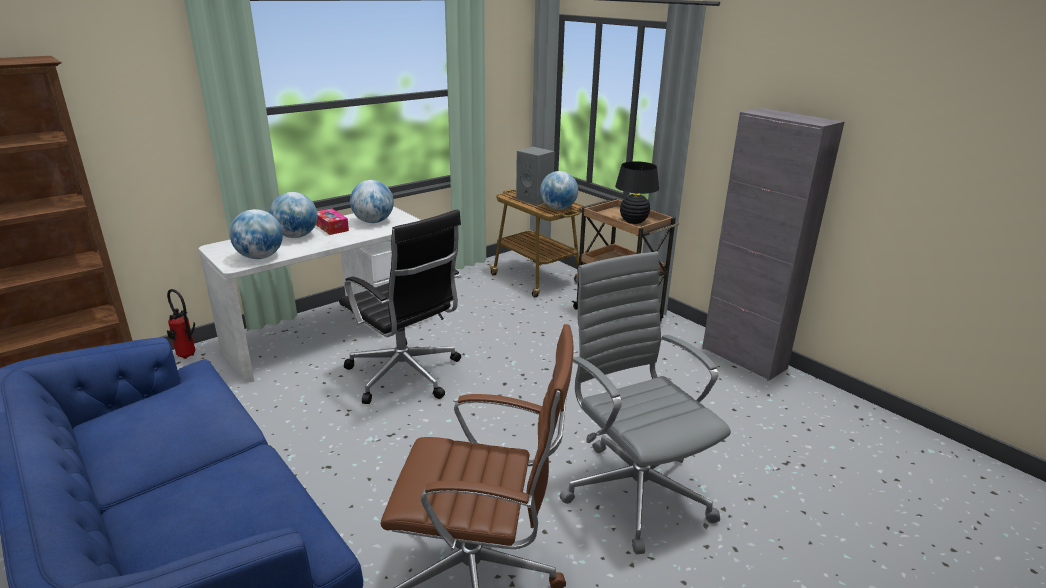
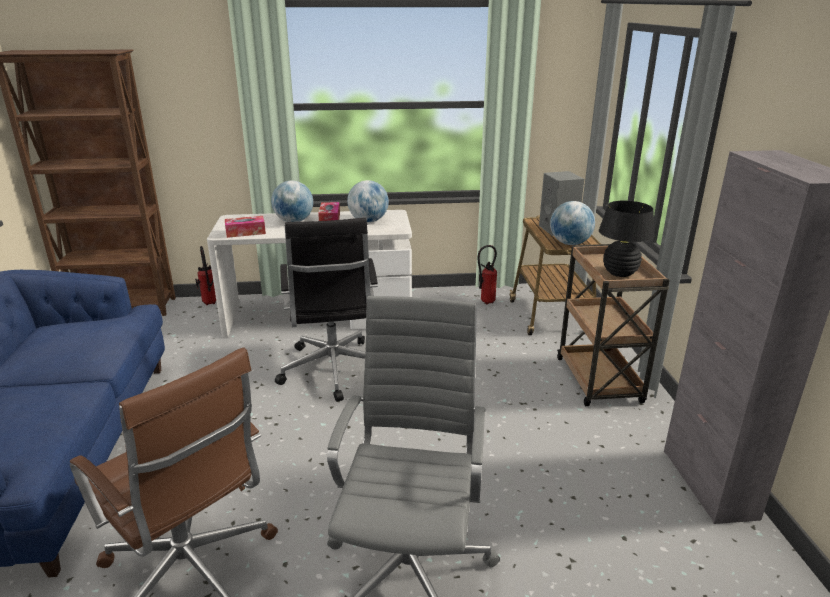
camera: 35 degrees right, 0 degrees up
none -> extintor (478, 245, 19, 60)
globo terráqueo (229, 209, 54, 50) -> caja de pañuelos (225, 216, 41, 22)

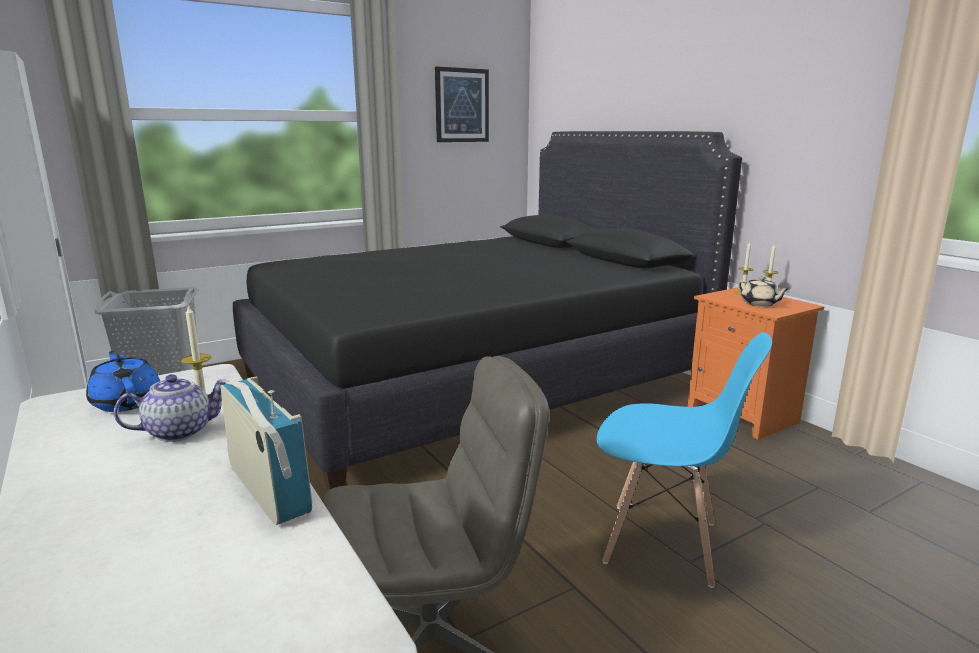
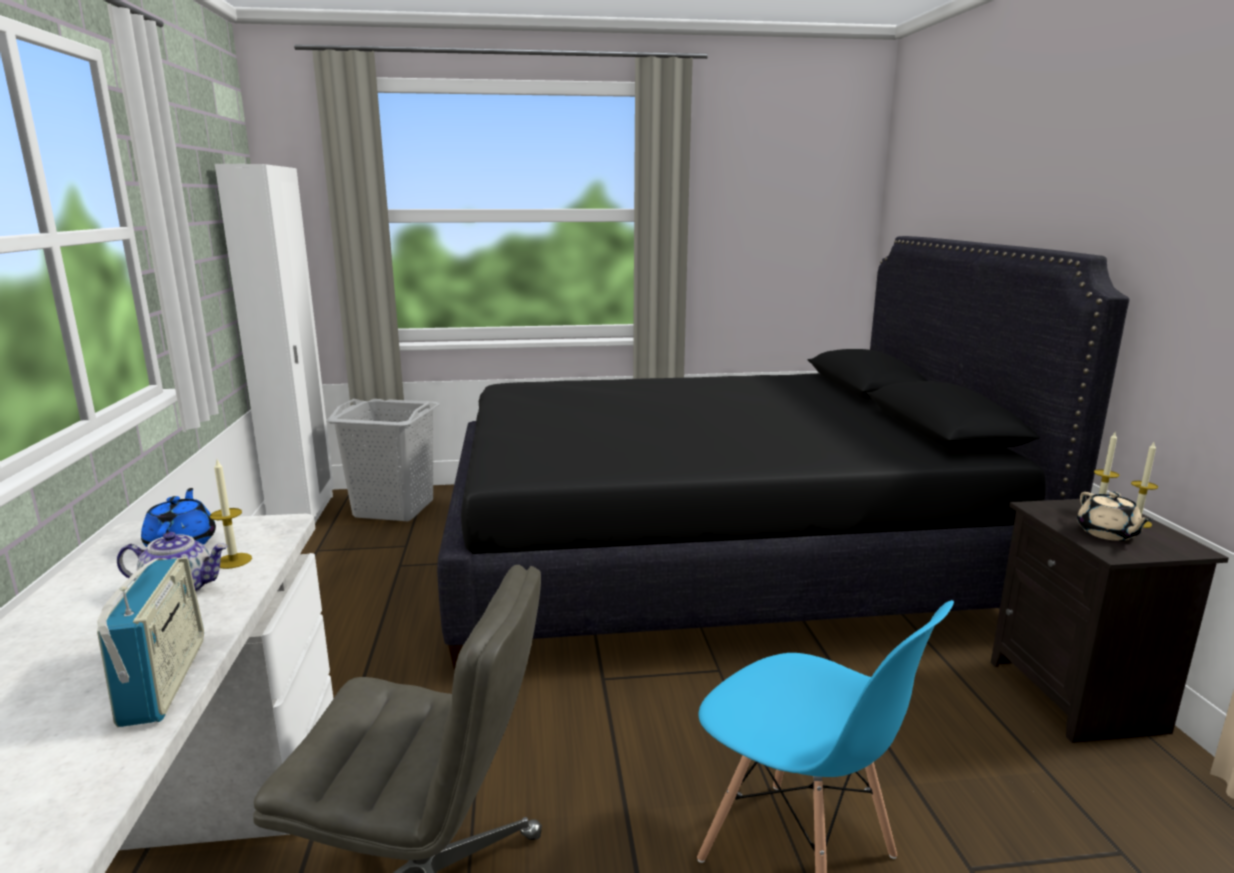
camera: 25 degrees right, 0 degrees up
cuadro (435, 66, 54, 76) -> none
mesita de noche [naranja] (688, 288, 136, 151) -> mesita de noche [negro] (991, 498, 238, 245)

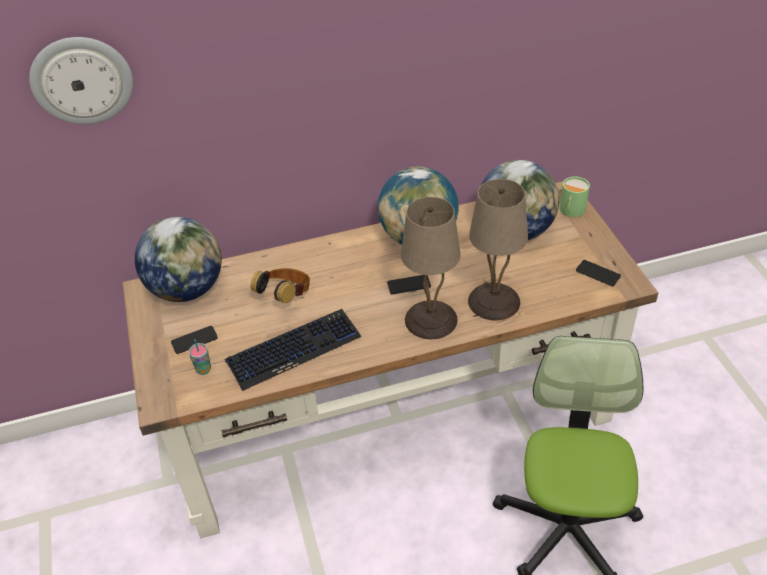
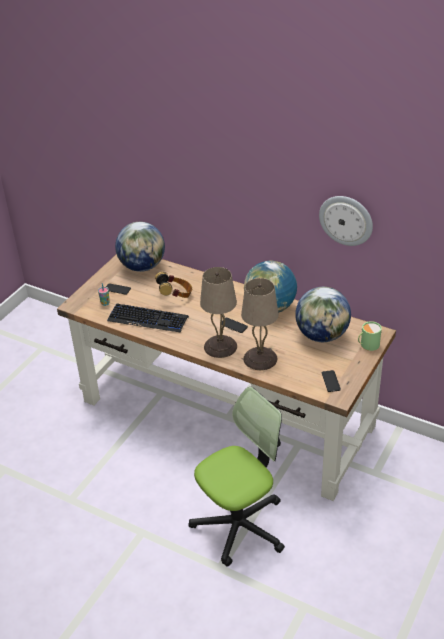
camera: 45 degrees right, 5 degrees down
reloj de pared (29, 37, 104, 87) -> reloj de pared (319, 196, 54, 50), relocated

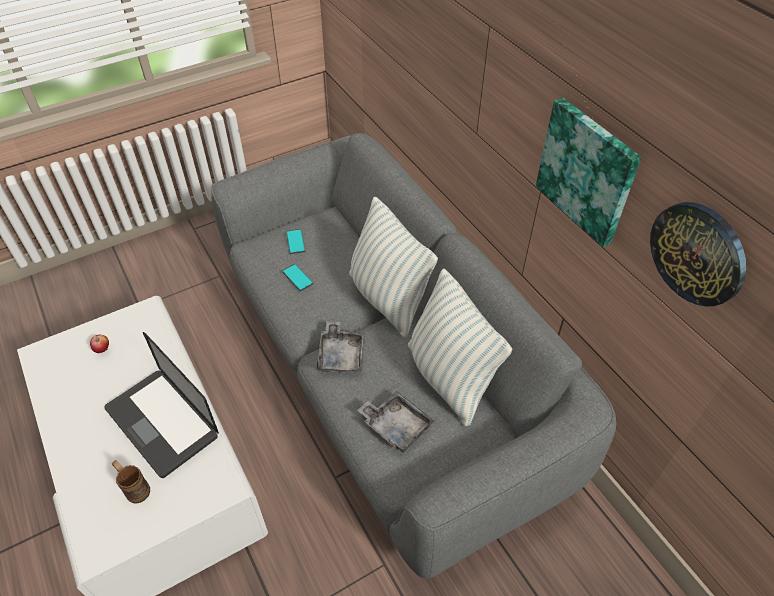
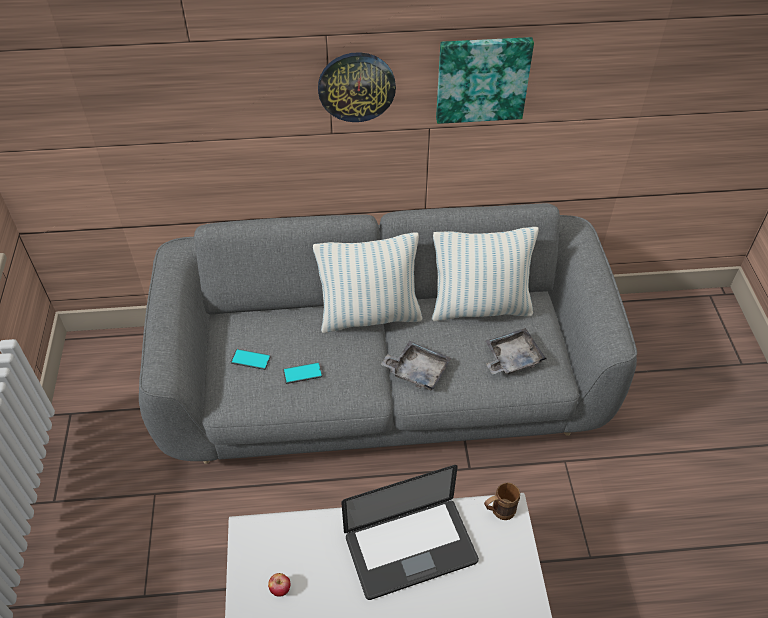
camera: 65 degrees left, 0 degrees up
taza grande [marrón] (112, 460, 38, 44) -> taza grande [marrón] (484, 482, 36, 38), relocated
reloj de pared (650, 202, 97, 104) -> reloj de pared (318, 52, 78, 70), relocated

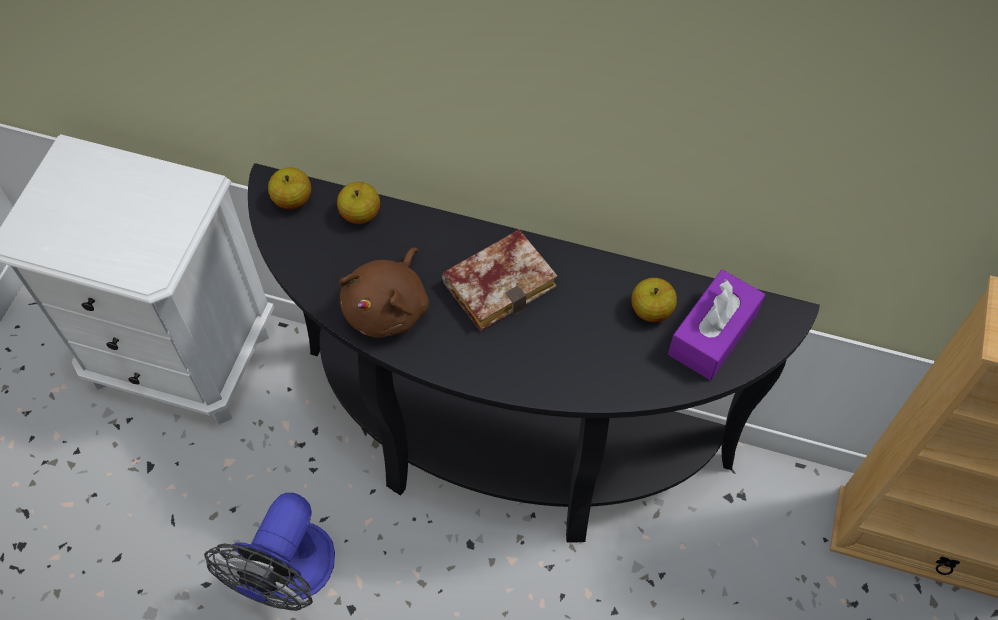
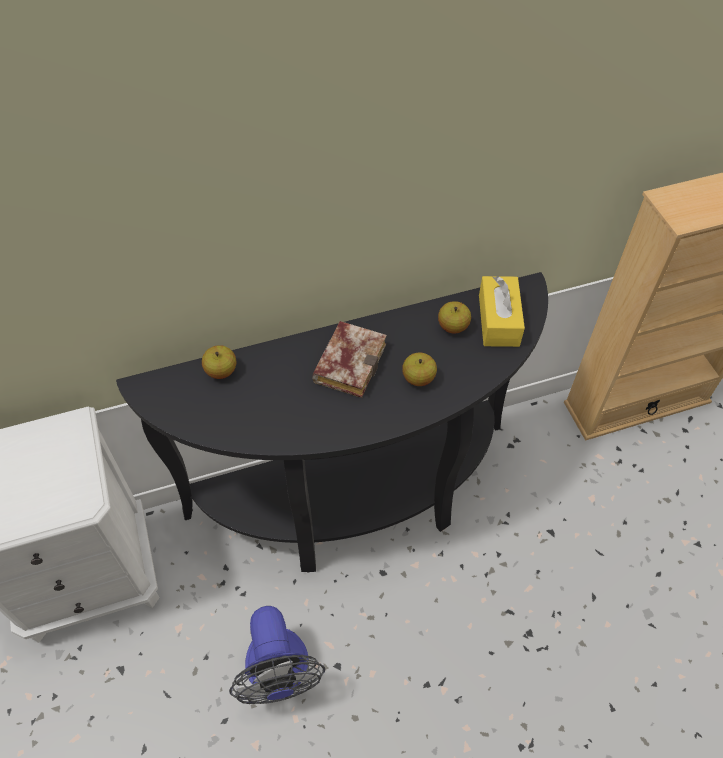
camera: 35 degrees left, 5 degrees down
peluche [marrón] (339, 247, 90, 91) -> none
manzana (268, 167, 43, 42) -> manzana (402, 352, 35, 34), relocated
caja de pañuelos [morado] (668, 270, 97, 110) -> caja de pañuelos [amarillo] (479, 276, 46, 71)

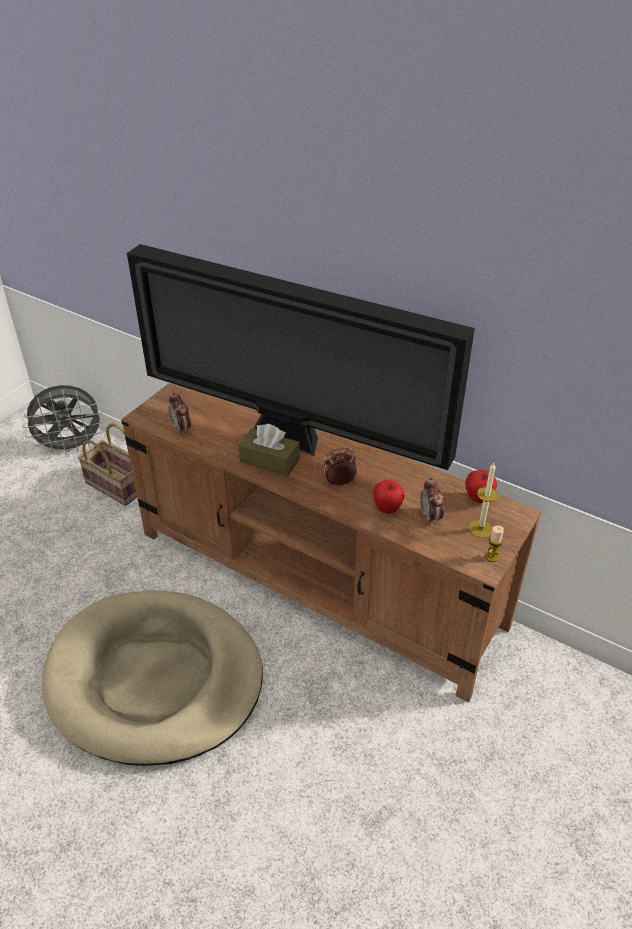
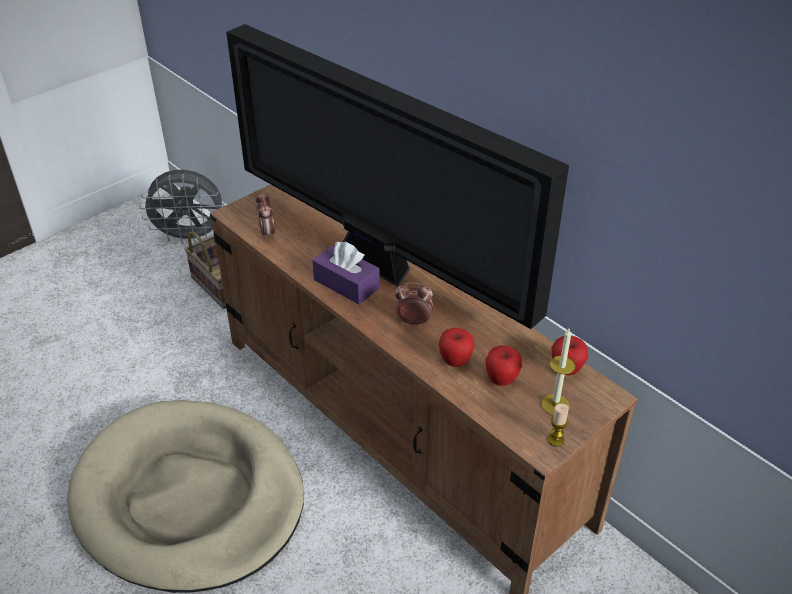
camera: 15 degrees right, 0 degrees up
despertador (420, 477, 24, 48) -> manzana (485, 346, 37, 40)
caja de pañuelos [marrón] (238, 424, 62, 53) -> caja de pañuelos [morado] (312, 242, 68, 63)

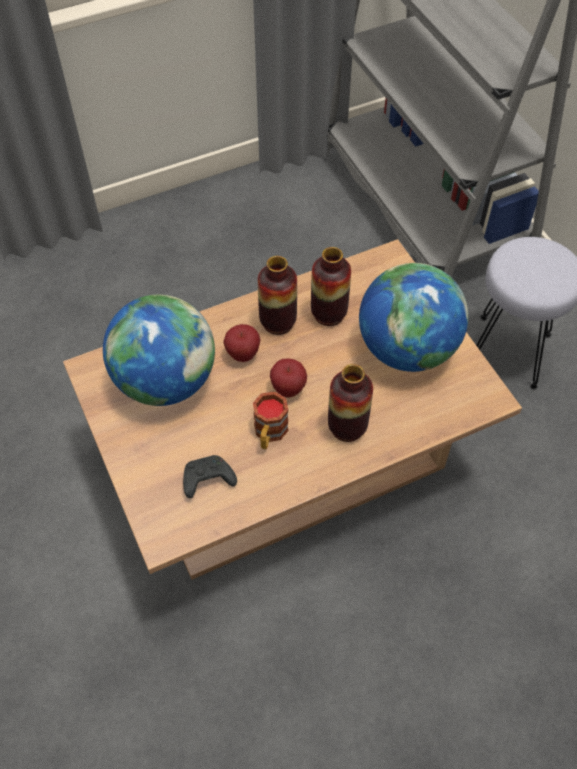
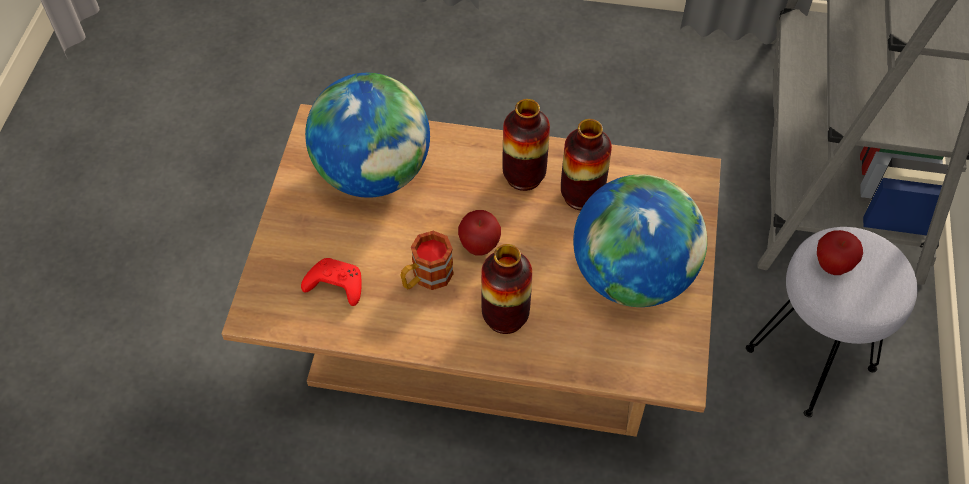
camera: 35 degrees right, 0 degrees up
manzana (223, 324, 37, 38) -> manzana (817, 230, 46, 45), relocated
mando de consola [negro] (183, 455, 54, 43) -> mando de consola [rojo] (301, 258, 61, 48)

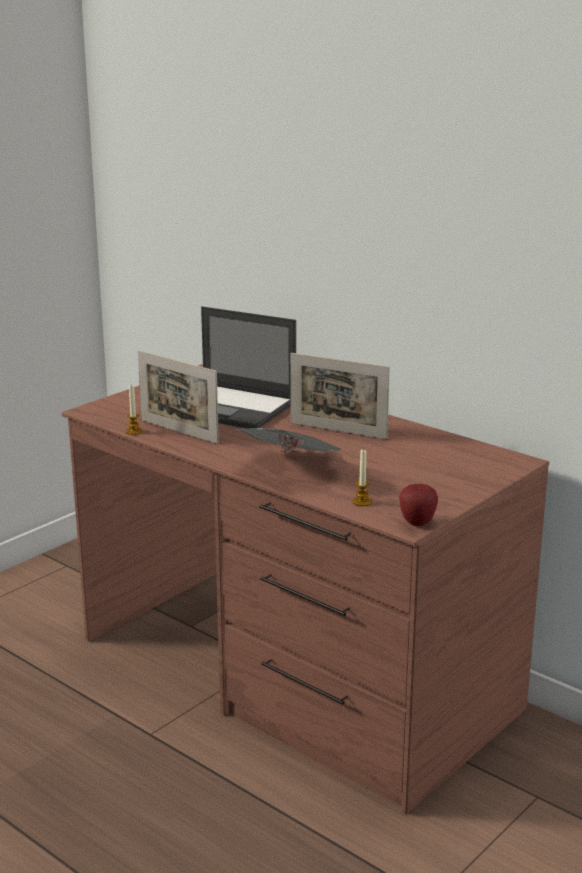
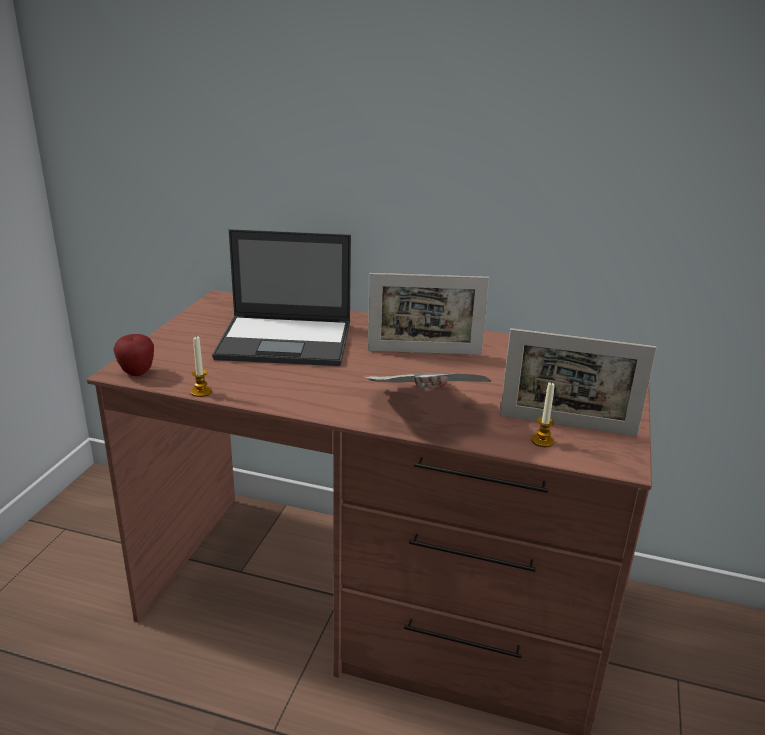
camera: 25 degrees left, 5 degrees up
portarretratos (138, 350, 81, 94) -> portarretratos (500, 328, 157, 108), relocated
manzana (399, 484, 39, 42) -> manzana (113, 334, 41, 42), relocated

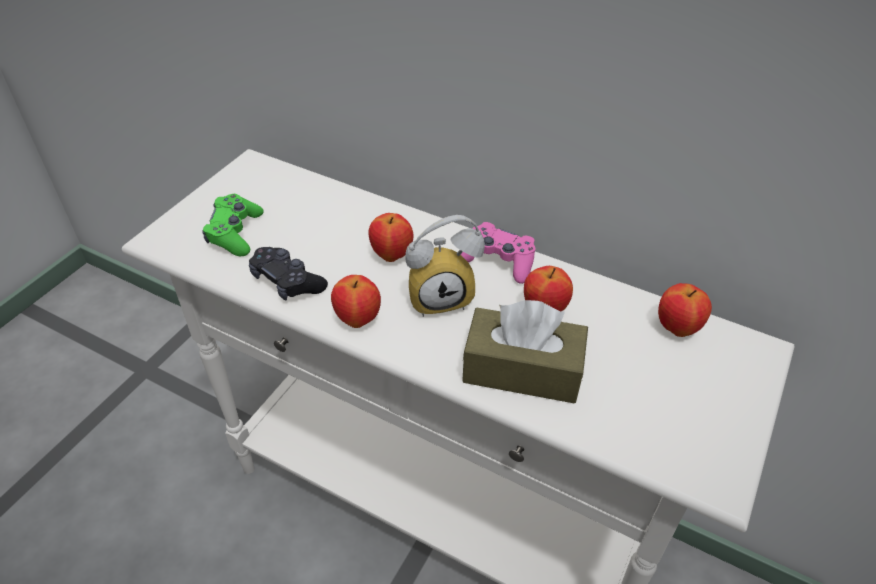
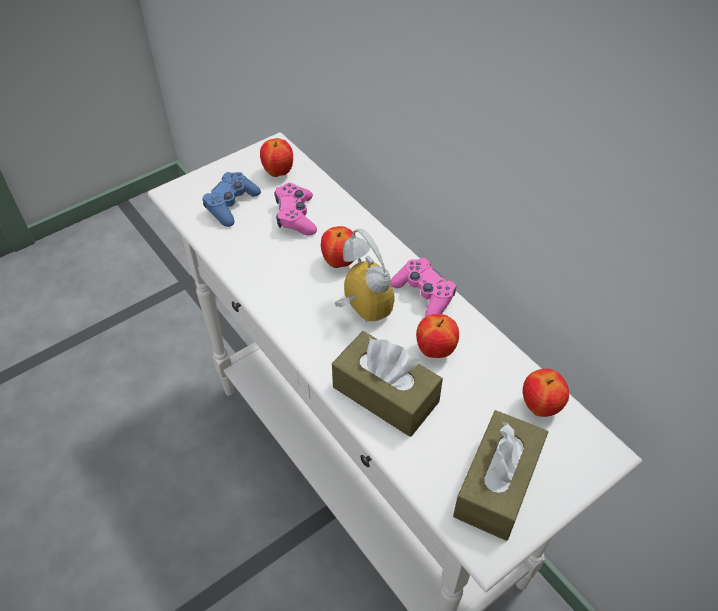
camera: 25 degrees right, 5 degrees up
mando de consola [negro] (249, 247, 79, 54) -> none
none -> mando de consola [rosa] (274, 183, 43, 52)
none -> caja de pañuelos [marrón] (453, 410, 95, 131)
manzana (331, 275, 50, 53) -> manzana (260, 138, 33, 39), relocated
mando de consola [verde] (202, 194, 62, 62) -> mando de consola [azul] (202, 172, 59, 55)
despertador (405, 215, 80, 102) -> despertador (334, 229, 61, 94), 135 degrees counterclockwise

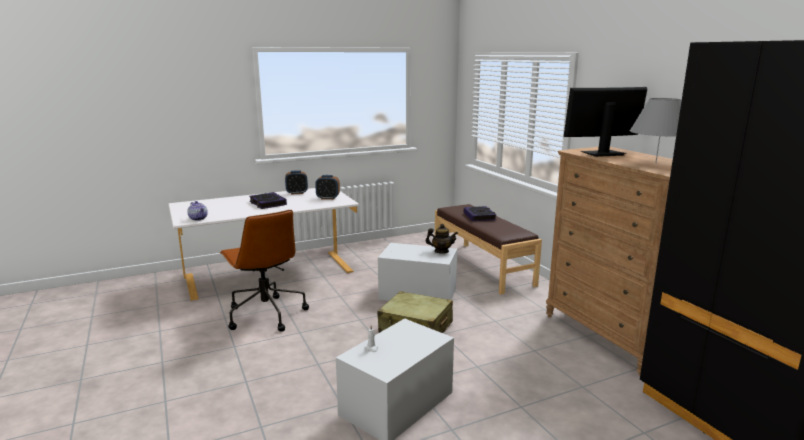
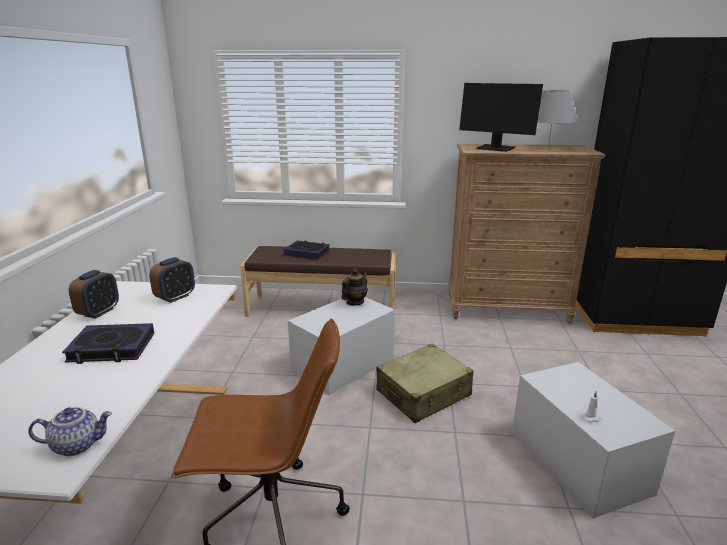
camera: 60 degrees left, 5 degrees up
monitor (564, 87, 83, 70) -> monitor (459, 83, 84, 69), 75 degrees counterclockwise

